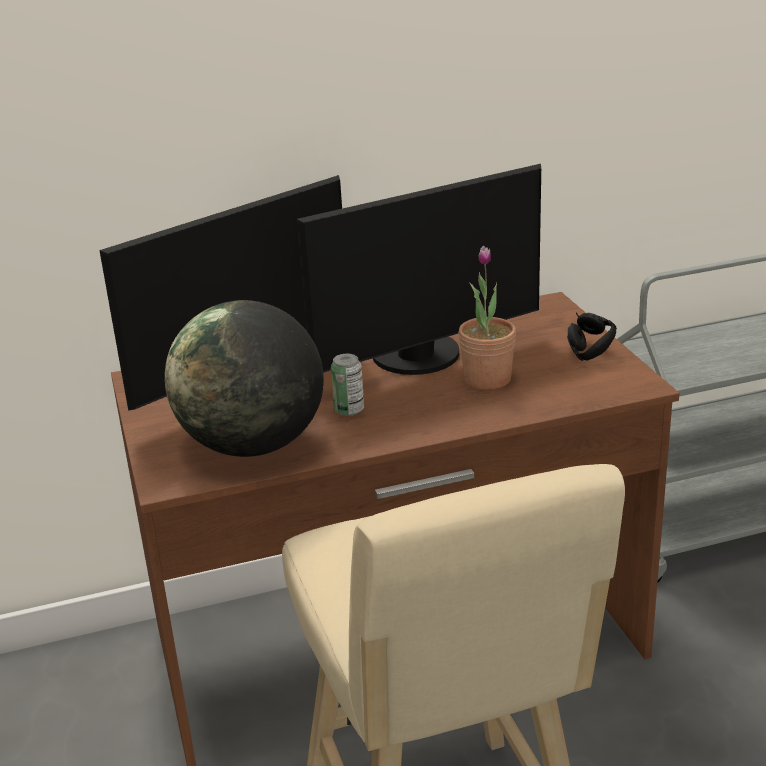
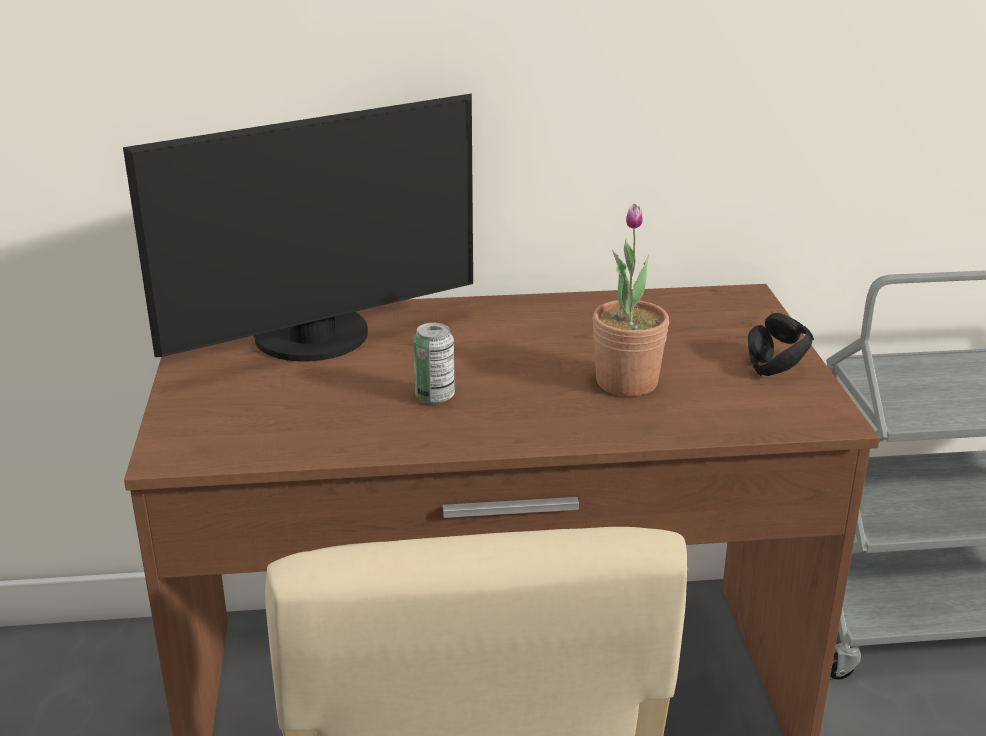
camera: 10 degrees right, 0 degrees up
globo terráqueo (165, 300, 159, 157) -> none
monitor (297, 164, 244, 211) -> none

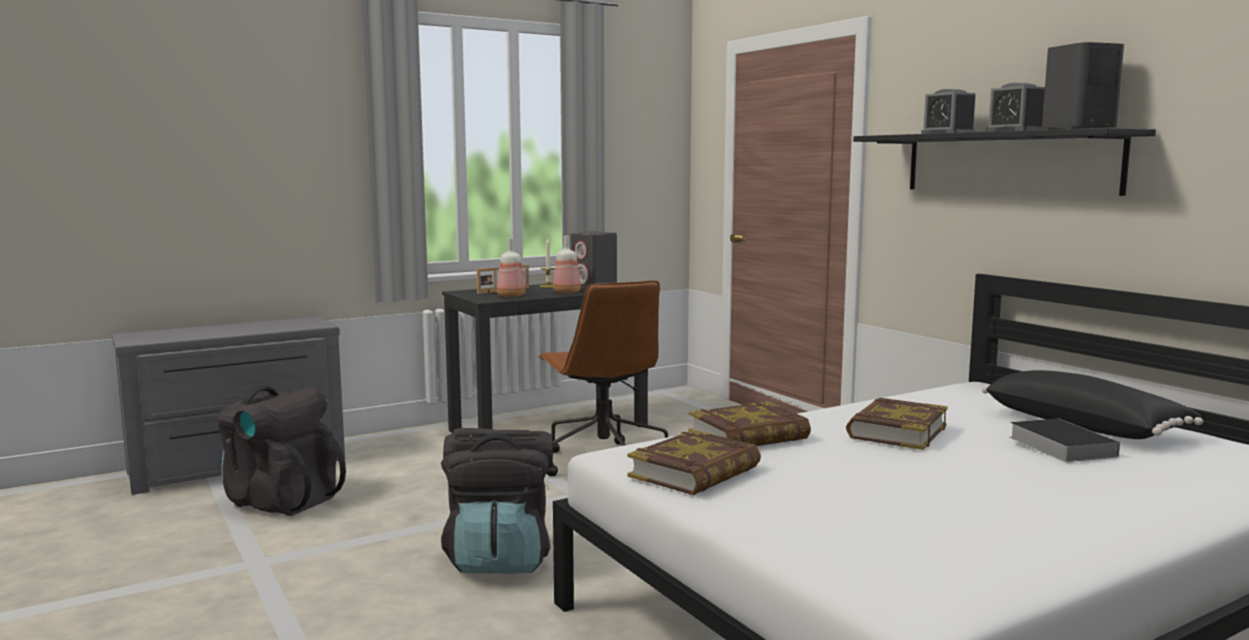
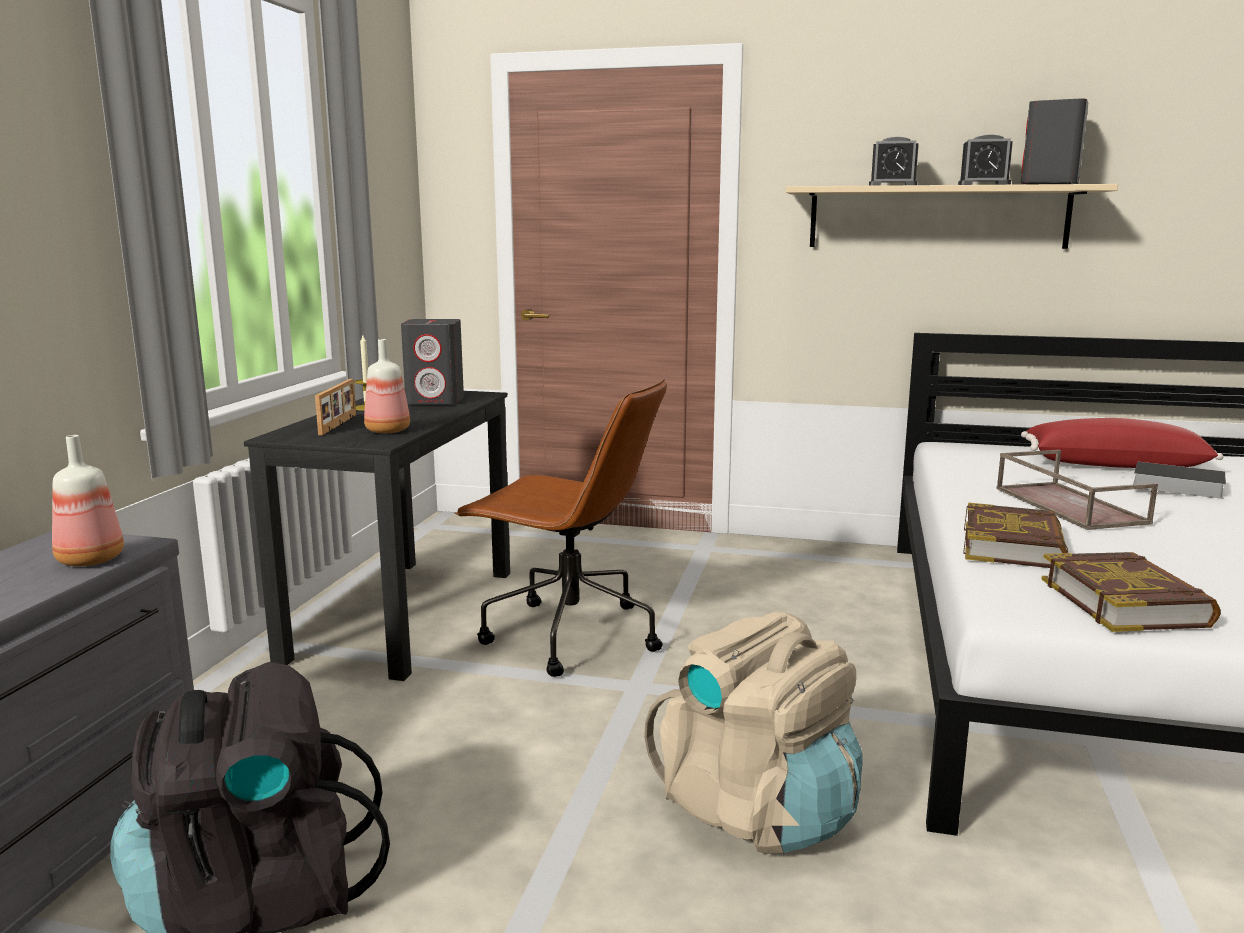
camera: 45 degrees left, 5 degrees up
botella (553, 236, 28, 58) -> botella (52, 435, 72, 131), relocated
libro (846, 398, 102, 52) -> bandeja [marrón] (996, 450, 162, 80)
mochila [negro] (441, 428, 112, 146) -> mochila [beis] (644, 612, 219, 242)
estante [negro] (853, 128, 303, 68) -> estante [beis] (786, 184, 332, 65)
cojín [negro] (982, 370, 221, 69) -> cojín [rojo] (1021, 418, 203, 50)

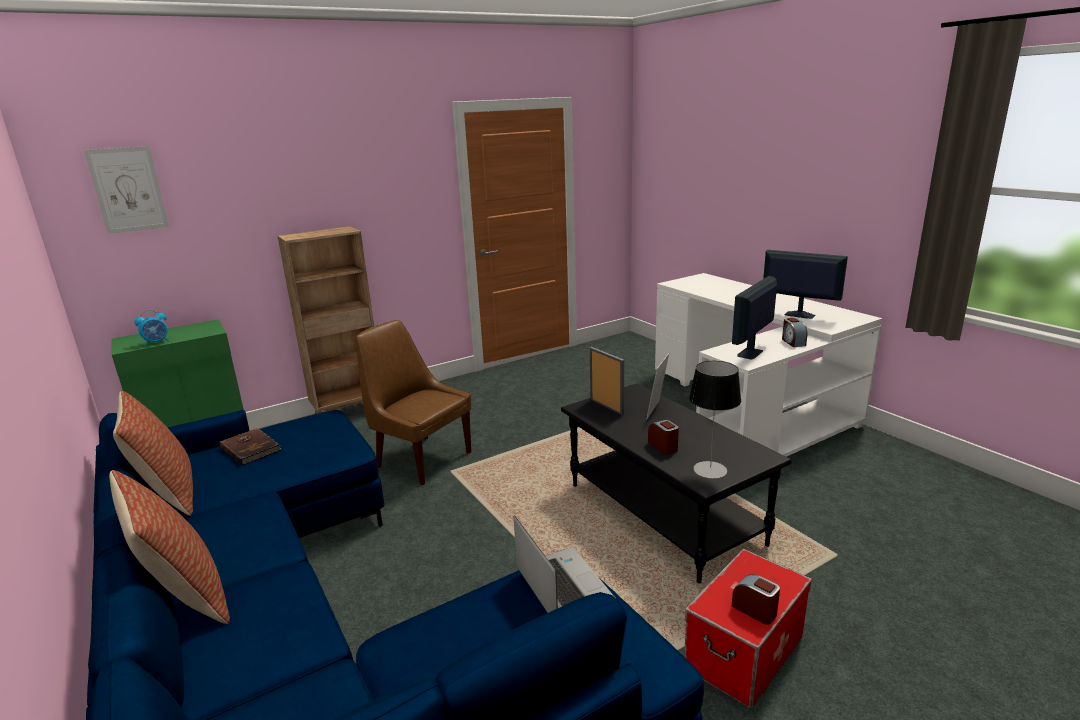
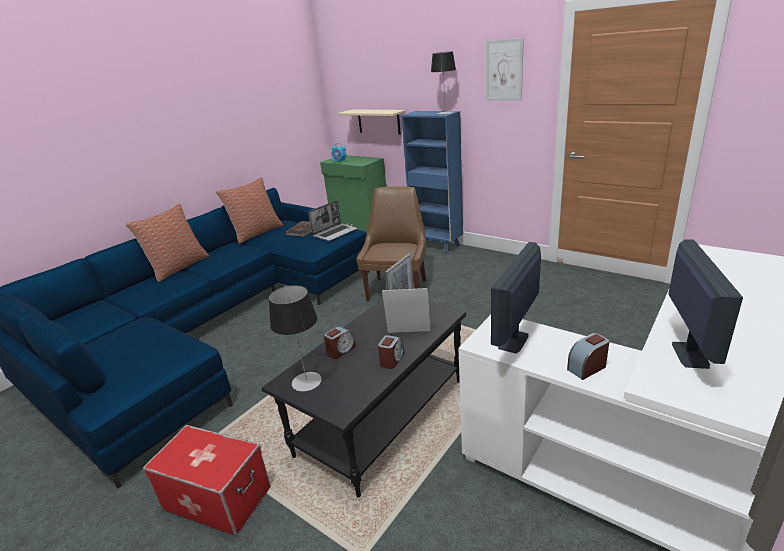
camera: 70 degrees right, 5 degrees up
none -> estante [beis] (338, 109, 68, 25)
none -> lámpara de mesa (431, 51, 25, 63)
cuadro (84, 146, 85, 88) -> cuadro (486, 38, 38, 63), relocated
portátil (514, 515, 100, 98) -> portátil (308, 200, 50, 41), relocated
despertador (731, 574, 49, 51) -> despertador (378, 335, 26, 34), relocated
estantería [marrón] (278, 226, 96, 188) -> estantería [azul] (401, 111, 62, 143)
monitor (732, 276, 45, 84) -> monitor (491, 242, 50, 112), 75 degrees counterclockwise

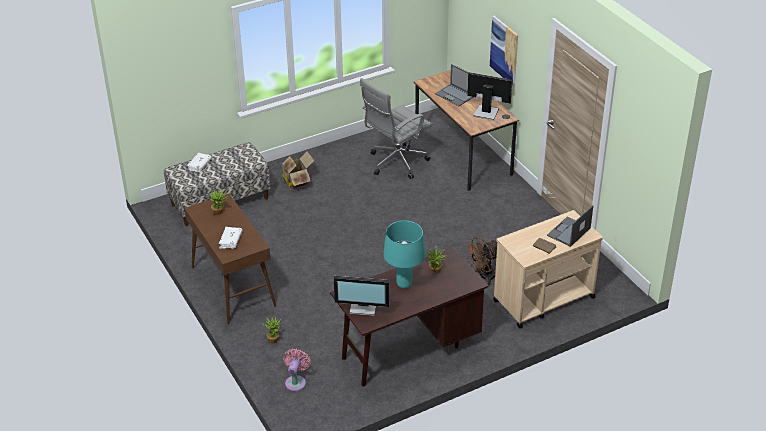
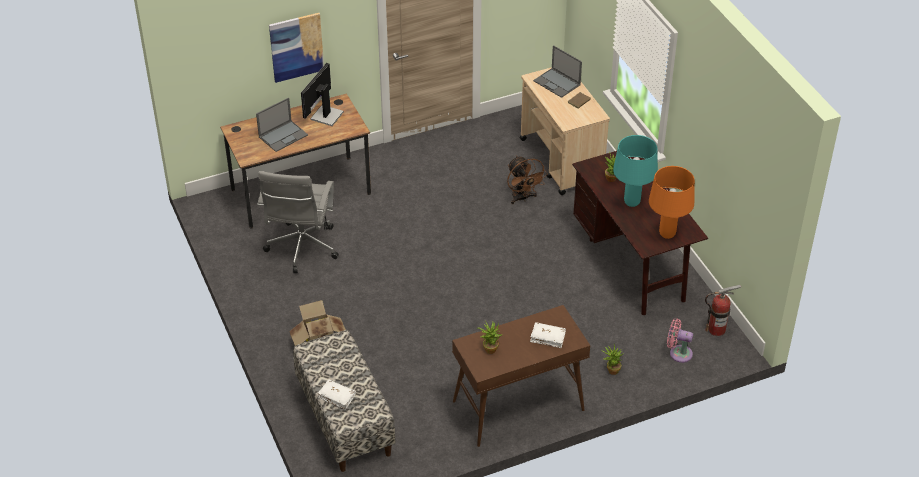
camera: 85 degrees left, 5 degrees up
none -> extintor (705, 285, 36, 51)
monitor (334, 276, 55, 40) -> lámpara de mesa [naranja] (649, 166, 46, 73)
silla de oficina [gris] (360, 78, 72, 101) -> silla de oficina [gris] (257, 171, 82, 102), 45 degrees clockwise

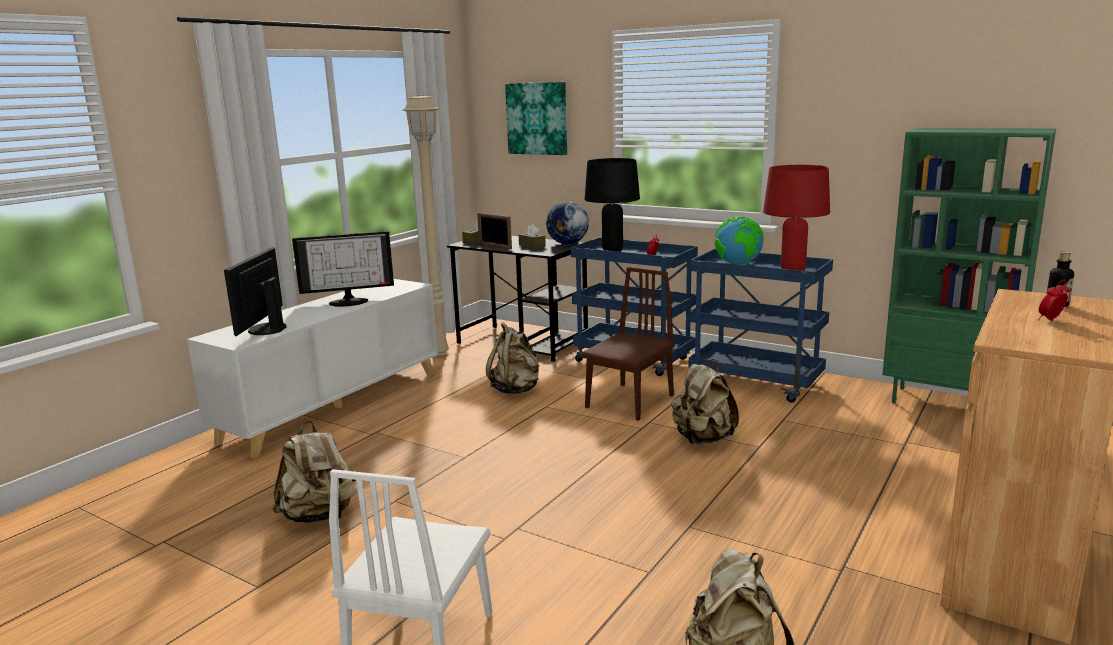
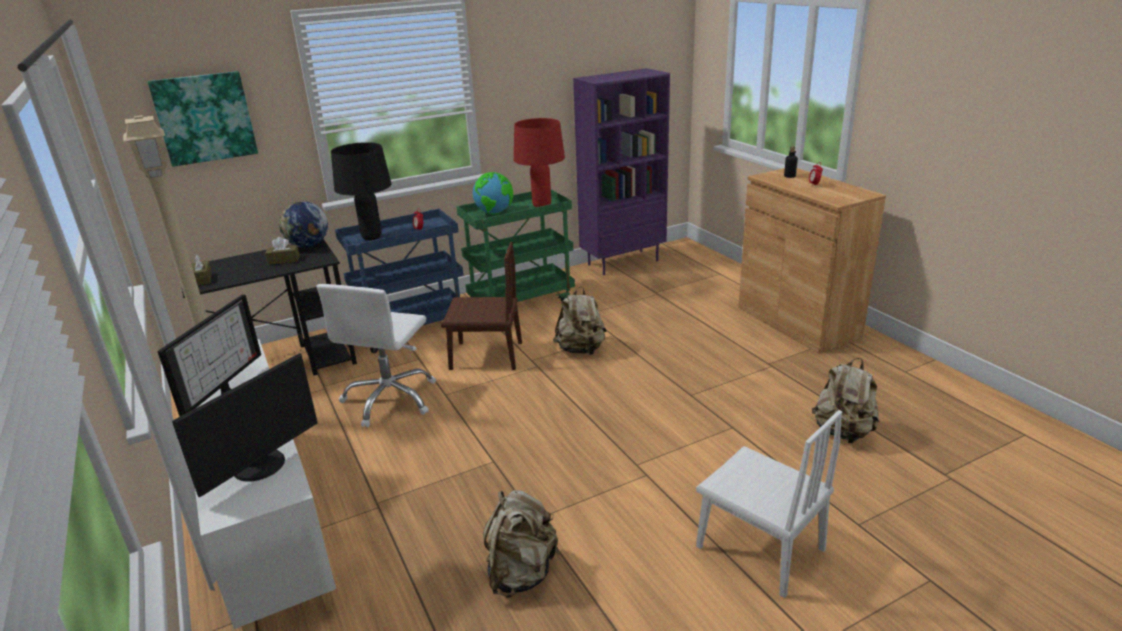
camera: 60 degrees left, 10 degrees up
portarretratos (477, 213, 35, 37) -> none
mochila [beis] (486, 323, 53, 71) -> silla de oficina [blanco] (317, 284, 119, 143)
carrito [azul] (689, 249, 144, 154) -> carrito [verde] (457, 190, 118, 112)
estantería [verde] (882, 128, 174, 275) -> estantería [morado] (573, 68, 97, 207)
monitor (224, 247, 63, 89) -> monitor (172, 353, 146, 144), 90 degrees counterclockwise
silla [marrón] (582, 267, 93, 154) -> silla [marrón] (441, 242, 81, 128), 120 degrees clockwise

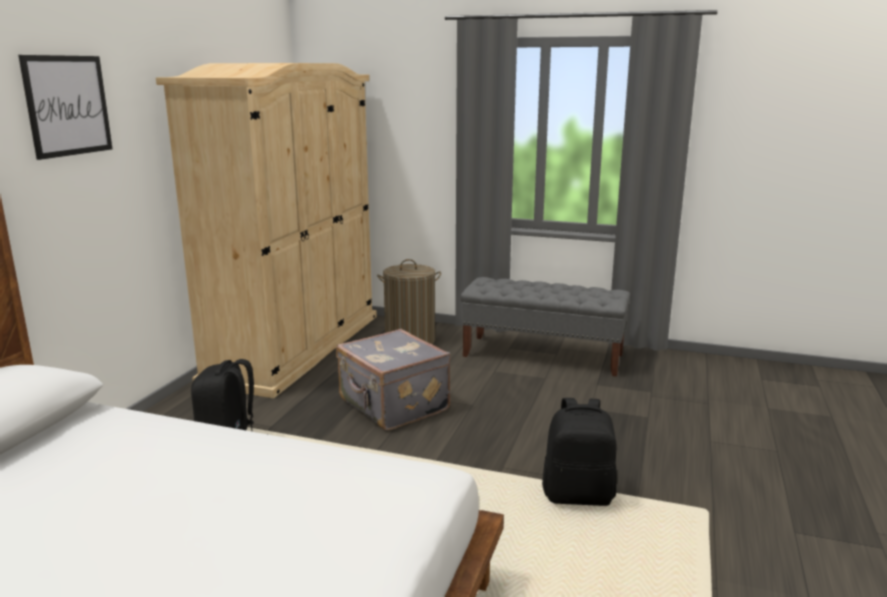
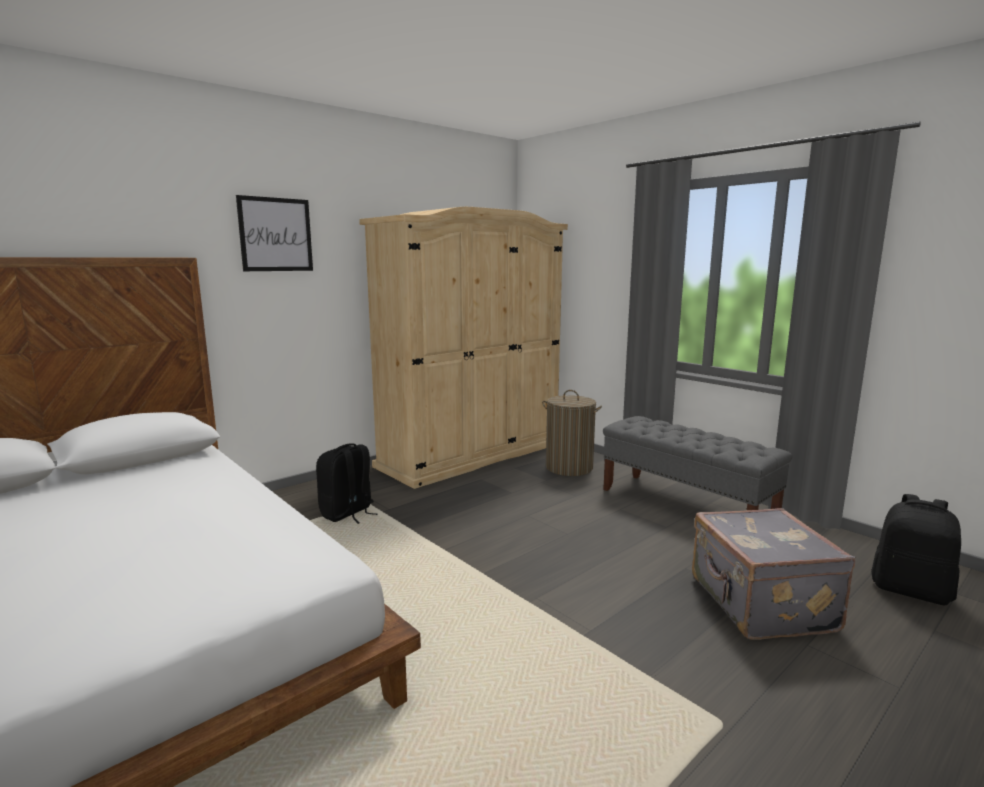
camera: 30 degrees right, 5 degrees down
maleta [gris] (336, 329, 114, 102) -> maleta [gris] (692, 508, 163, 132), relocated
mochila [negro] (542, 398, 75, 108) -> mochila [negro] (871, 494, 90, 111), relocated

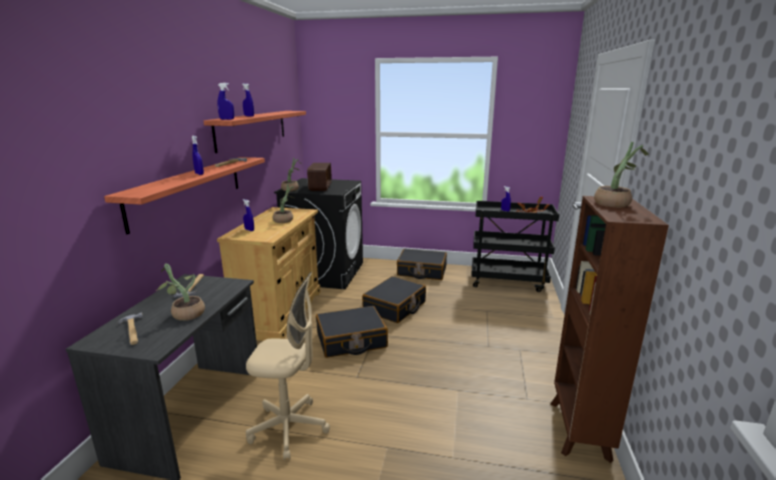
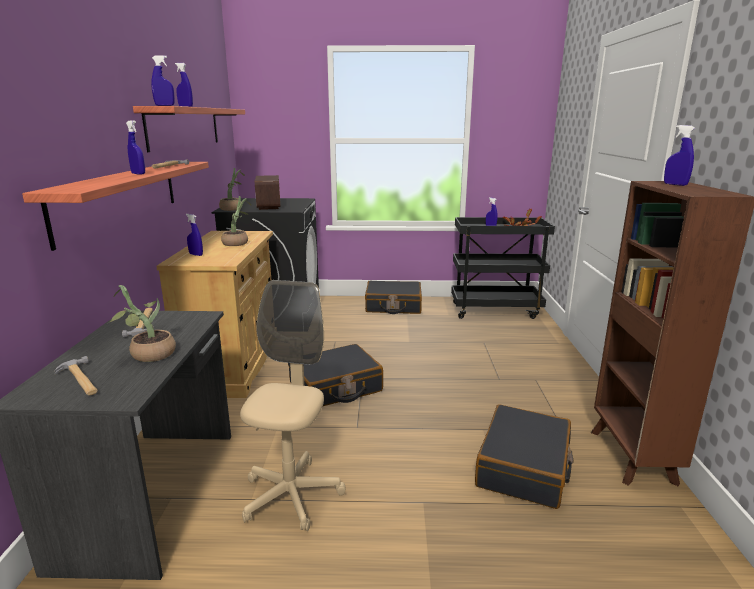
camera: 10 degrees left, 0 degrees up
maleta [negro] (362, 276, 64, 47) -> maleta [negro] (475, 404, 98, 105), relocated
planta en maceta (594, 142, 55, 65) -> pulverizador [azul] (664, 125, 31, 61)
silla de oficina [beis] (246, 272, 84, 188) -> silla de oficina [beis] (240, 280, 106, 251), 75 degrees counterclockwise

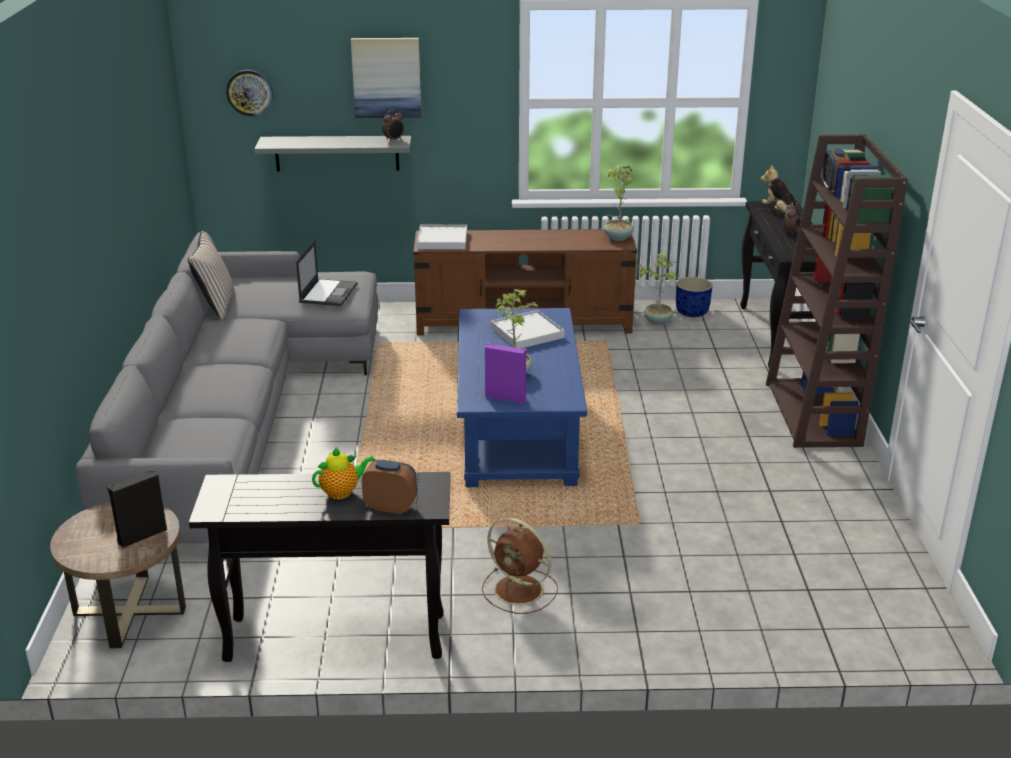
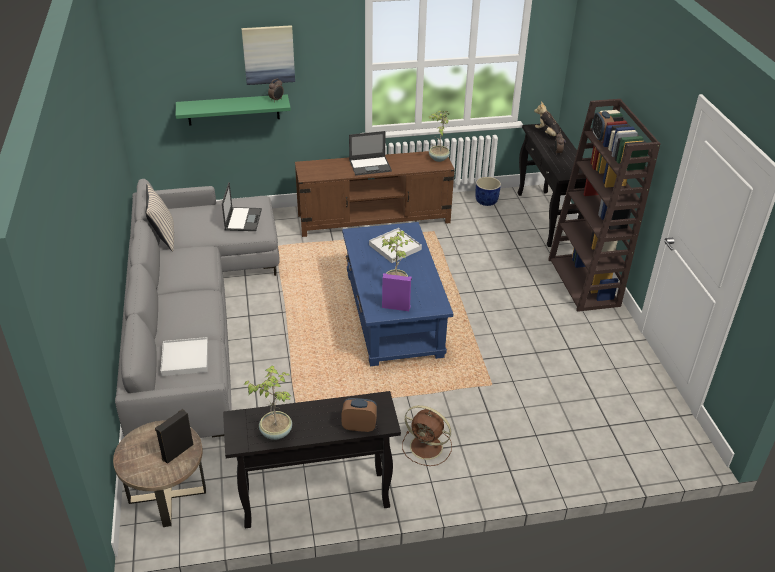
camera: 10 degrees left, 10 degrees up
reloj de pared (226, 70, 47, 46) -> none
tetera (312, 447, 63, 52) -> none
none -> portátil (349, 131, 43, 45)
bandeja [blanco] (417, 225, 50, 24) -> bandeja [blanco] (161, 337, 47, 39), relocated
planta en maceta (637, 253, 41, 72) -> planta en maceta (244, 366, 48, 74), relocated
estante [gris] (254, 136, 158, 35) -> estante [verde] (176, 94, 115, 32)

